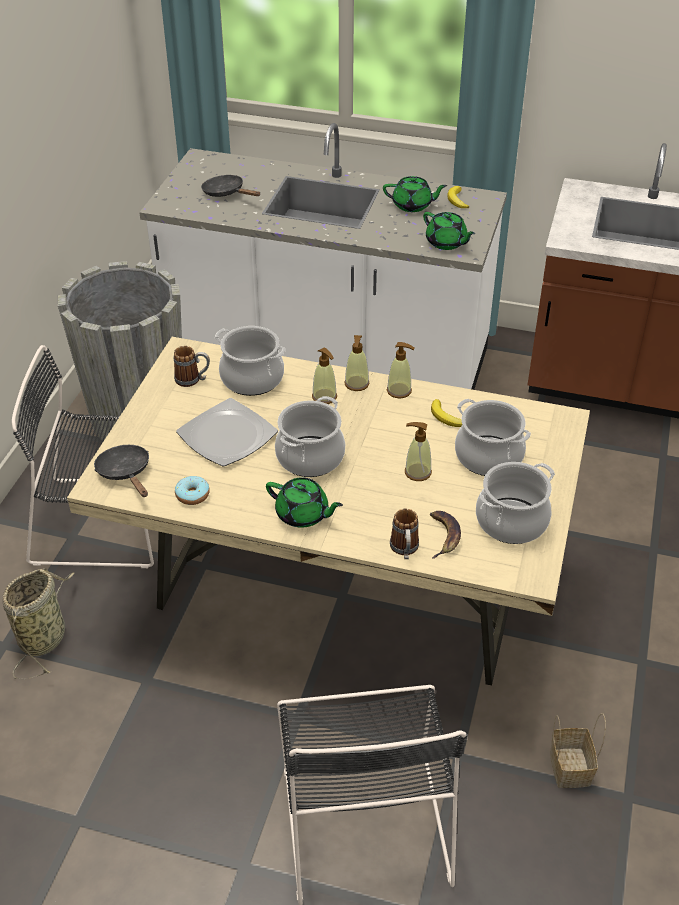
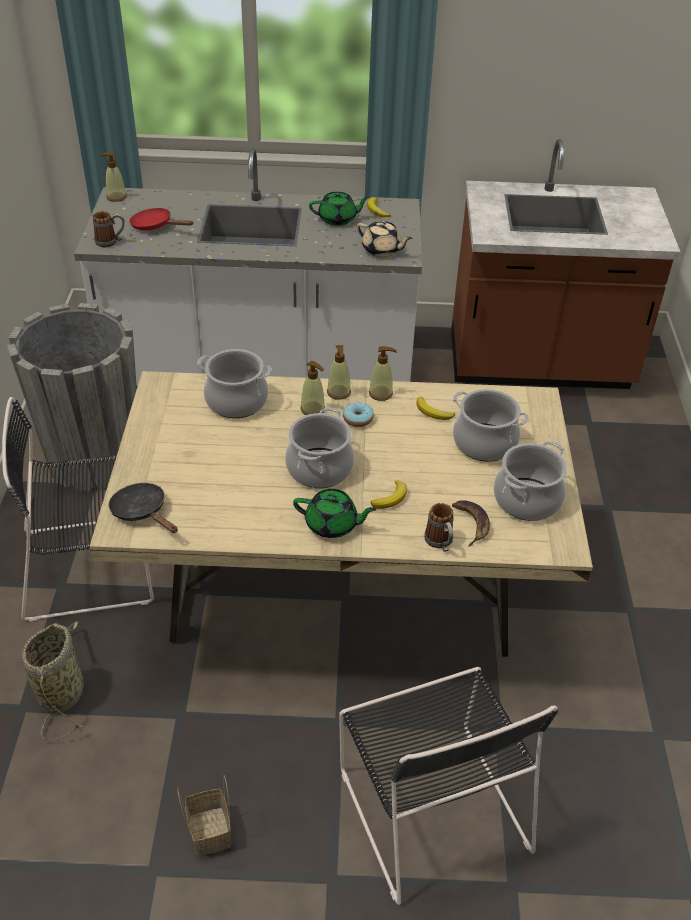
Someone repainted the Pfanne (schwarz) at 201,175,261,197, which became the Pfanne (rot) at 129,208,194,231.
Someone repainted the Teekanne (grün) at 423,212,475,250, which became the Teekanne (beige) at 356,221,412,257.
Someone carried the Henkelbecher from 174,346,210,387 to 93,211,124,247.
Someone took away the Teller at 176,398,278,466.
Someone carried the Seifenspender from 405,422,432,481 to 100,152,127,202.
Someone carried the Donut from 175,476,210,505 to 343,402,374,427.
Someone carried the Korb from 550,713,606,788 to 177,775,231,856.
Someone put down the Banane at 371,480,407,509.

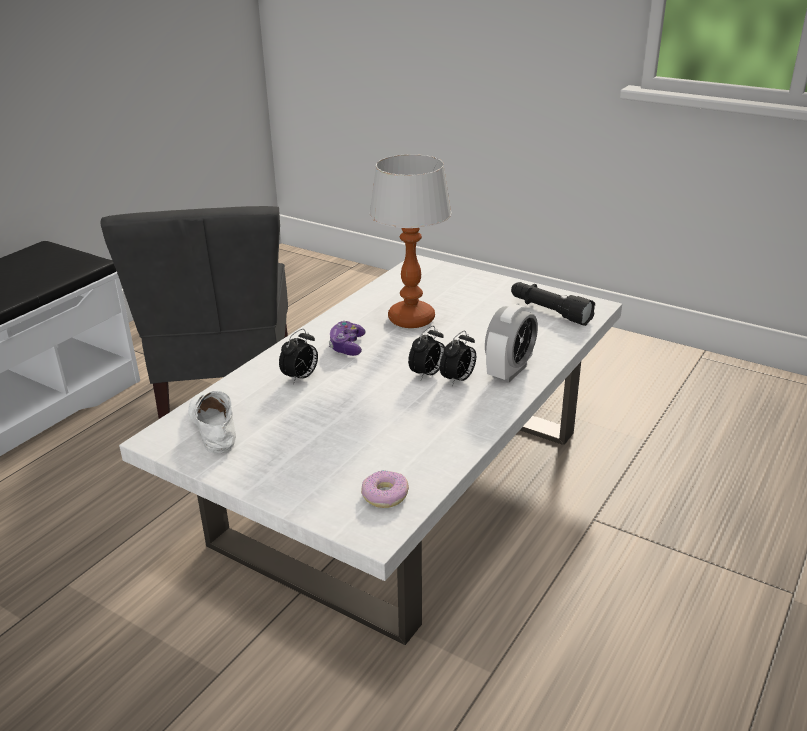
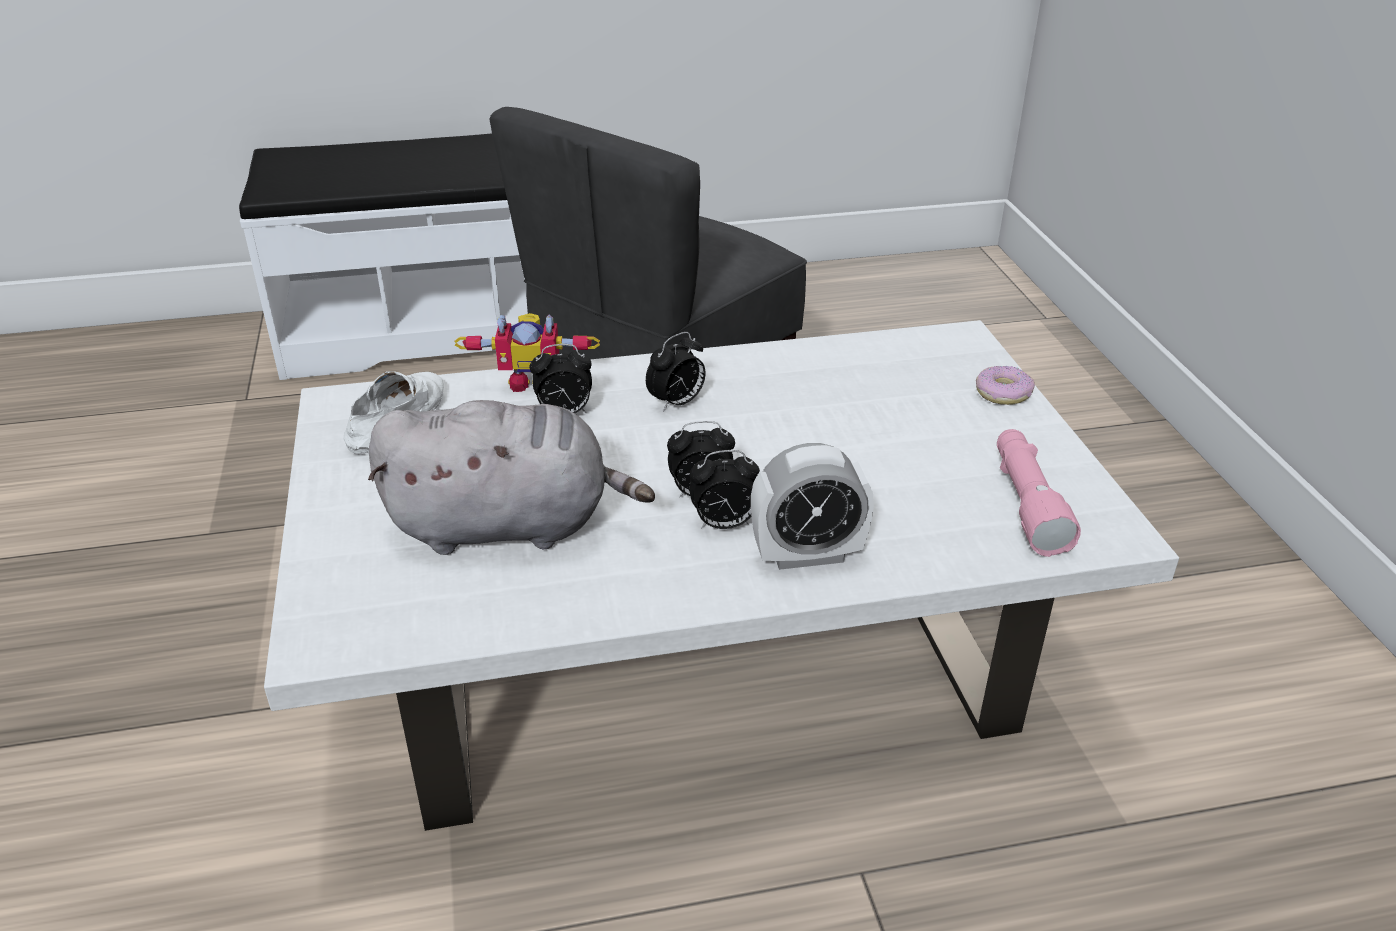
Someone took away the Tischlampe at 369,154,452,328.
Someone repainted the Taschenlampe (schwarz) at 511,282,595,326, which became the Taschenlampe (rosa) at 997,429,1081,557.
Someone swapped the Gamepad at 329,321,366,356 for the Wecker at 646,332,706,412.
Someone carried the Donut from 361,470,409,508 to 976,366,1035,405.
Someone put down the Spielzeugroboter at 454,313,600,392.
Someone put down the Plüschtier (grau) at 368,400,655,555.

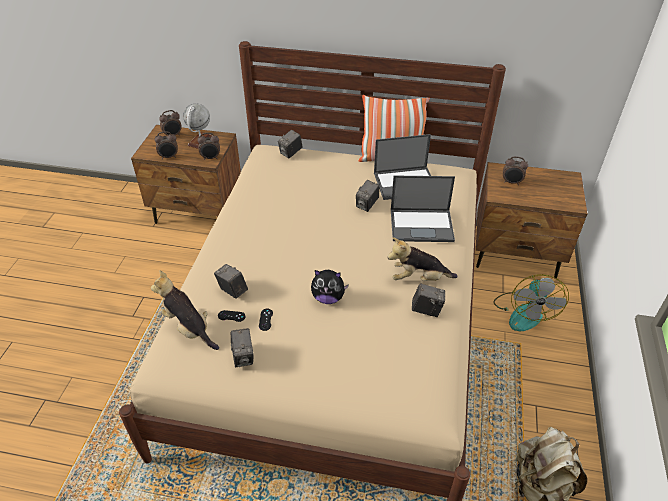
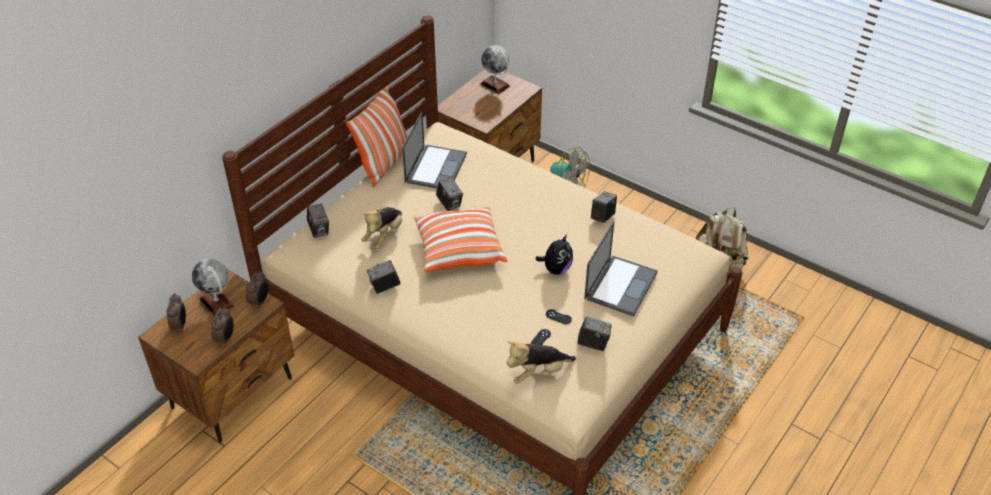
Someone took away the Wecker at 503,156,528,185.
Someone carried the Laptop from 391,175,455,242 to 584,222,658,316.
Someone carried the Plüschtier from 388,237,458,281 to 361,207,402,249.
Someone carried the Kamera from 214,264,248,299 to 367,260,401,294.
Someone put down the Globus at 480,46,510,94.
Someone put down the Kissen at 413,207,507,272.

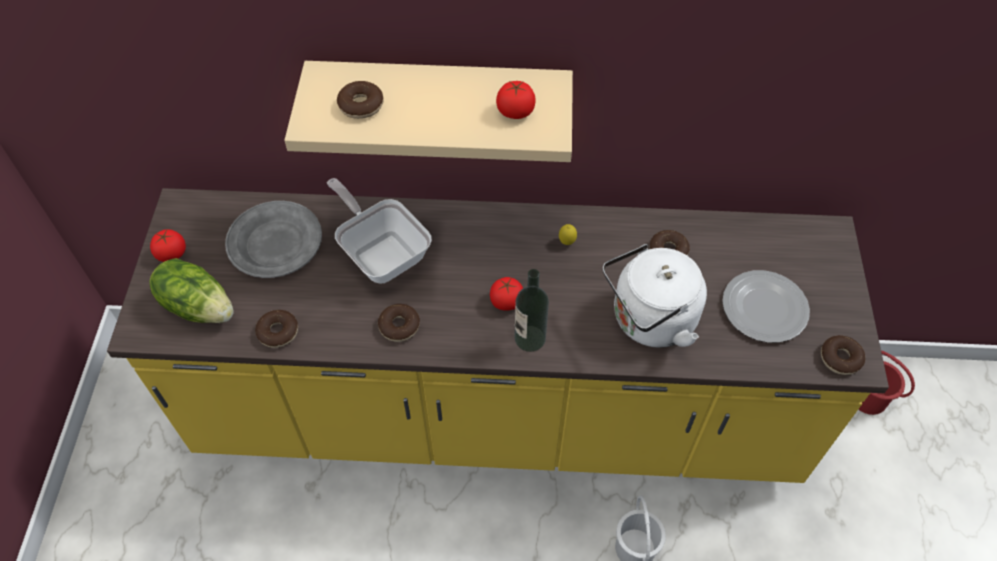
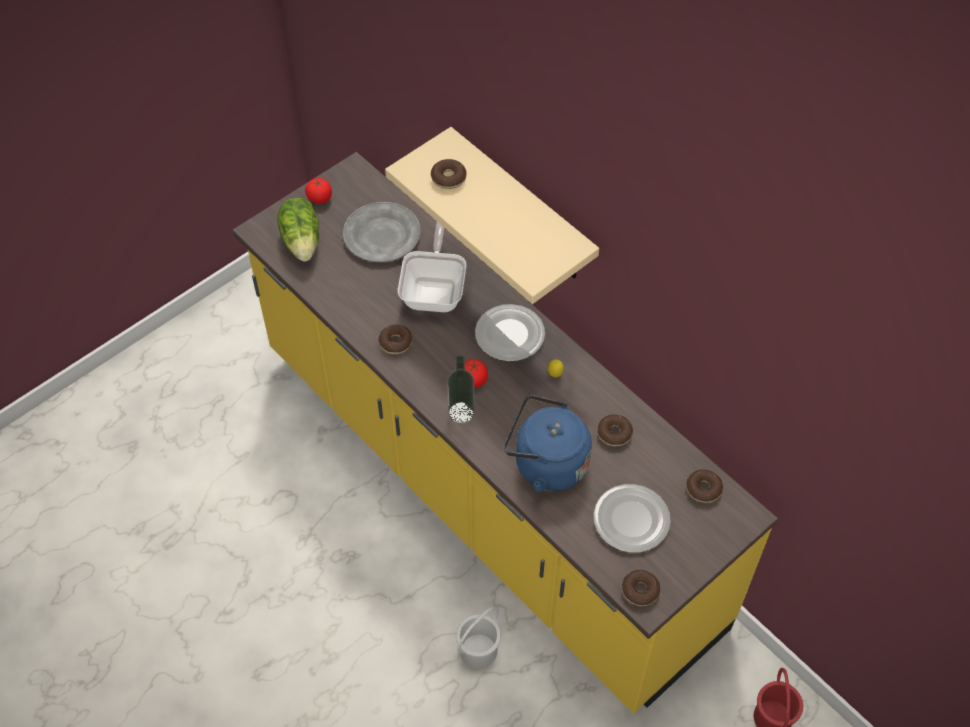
Someone took away the Tomate at 496,81,536,119.
Someone repainted the Wasserkessel (weiß) at 603,244,707,348, which became the Wasserkessel (blau) at 504,395,592,492.
Someone carried the Donut from 255,310,298,348 to 687,469,723,503.
Someone put down the Teller at 475,304,545,361.

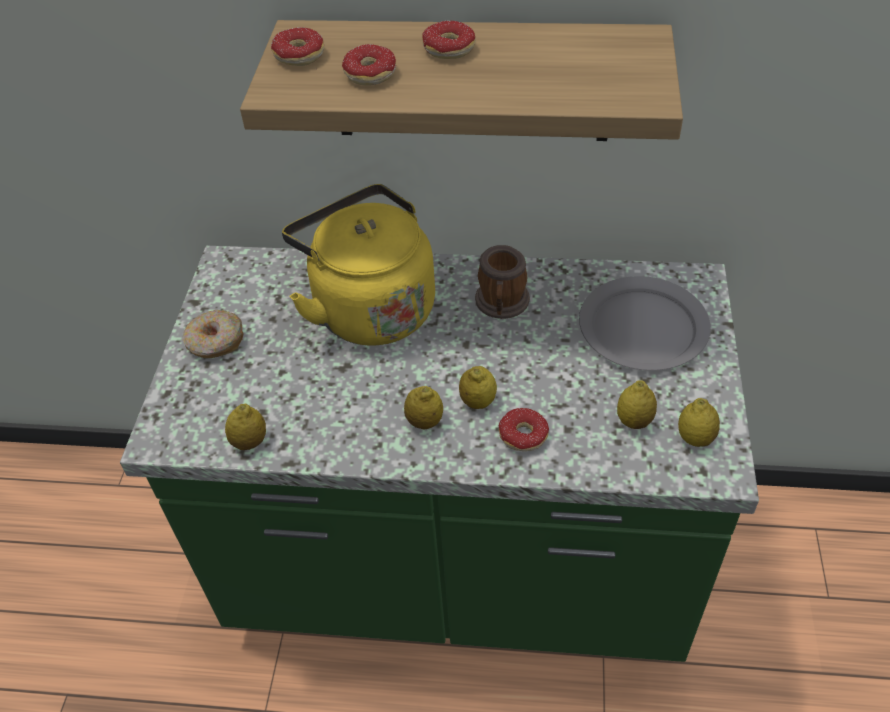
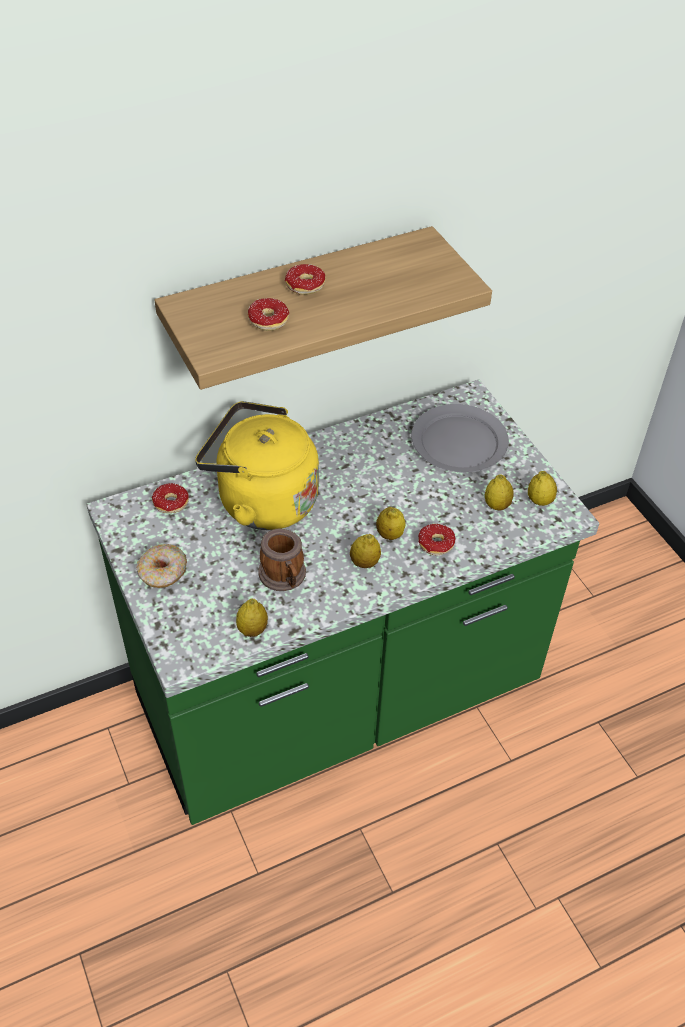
Someone carried the Donut from 271,27,324,66 to 152,483,189,513.
Someone carried the Henkelbecher from 475,245,530,319 to 258,528,306,591.

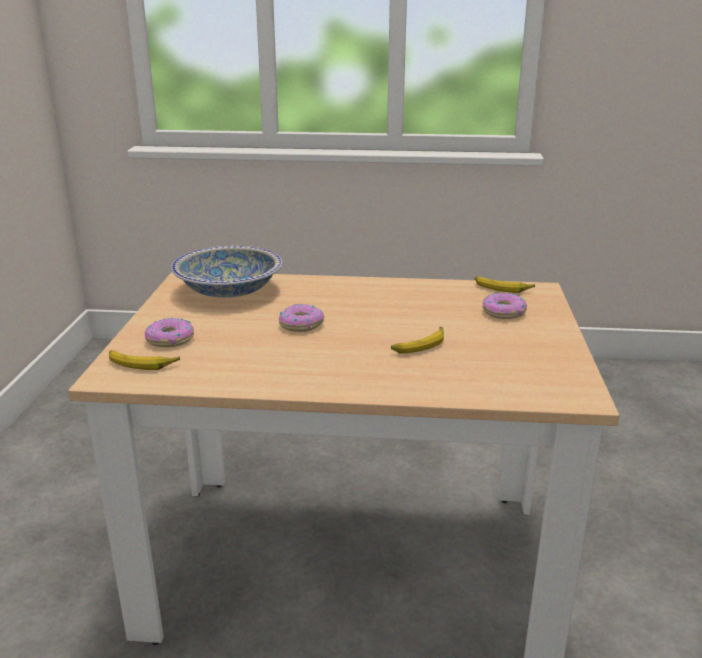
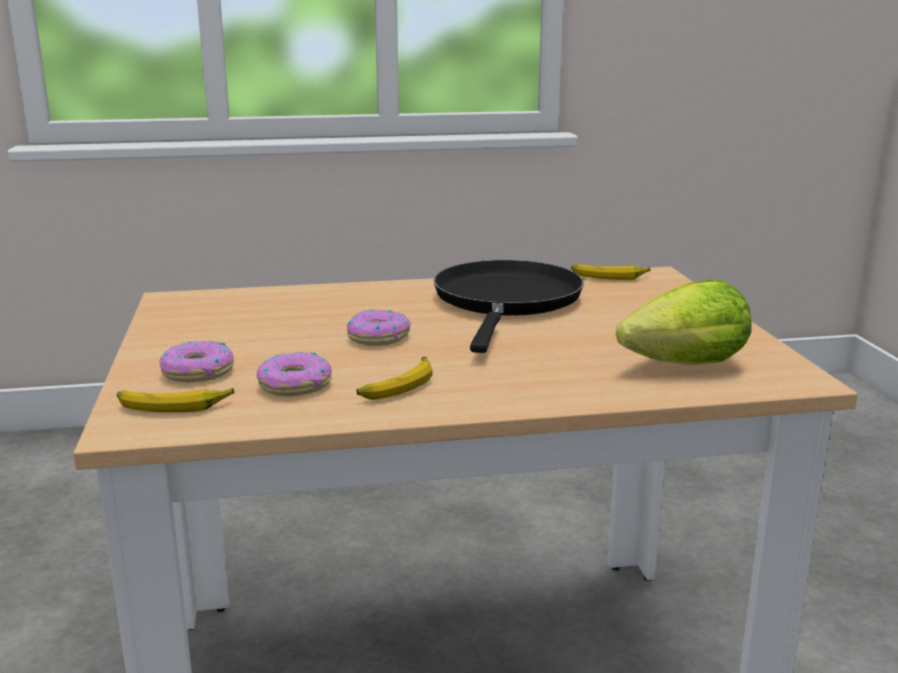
Someone took away the Schüssel at 171,246,282,298.
Someone carried the Donut from 483,292,527,319 to 256,352,332,396.
Someone carried the Banane from 391,327,444,353 to 357,357,433,400.
Someone put down the Pfanne (schwarz) at 434,260,584,353.
Someone put down the Salatkopf at 616,280,751,365.

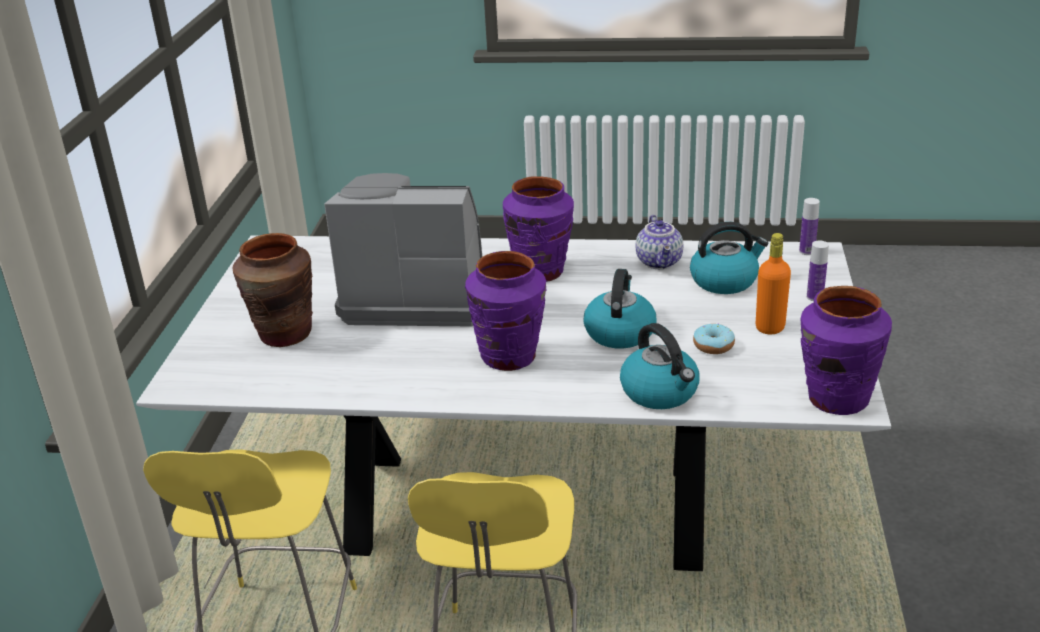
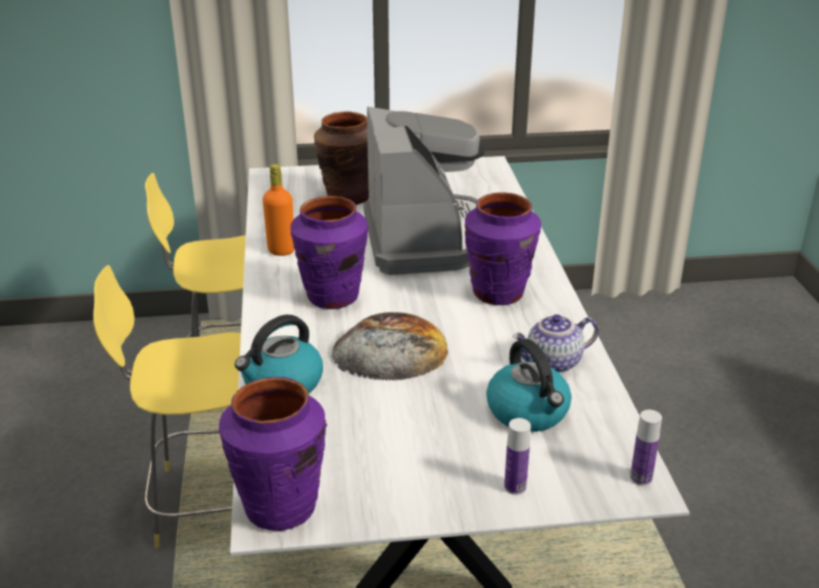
Someone carried the Flasche (orange) from 756,233,791,334 to 263,164,295,256.
Someone swapped the Wasserkessel at 584,269,657,348 for the Brot at 331,312,448,380.
Someone took away the Donut at 693,324,735,354.

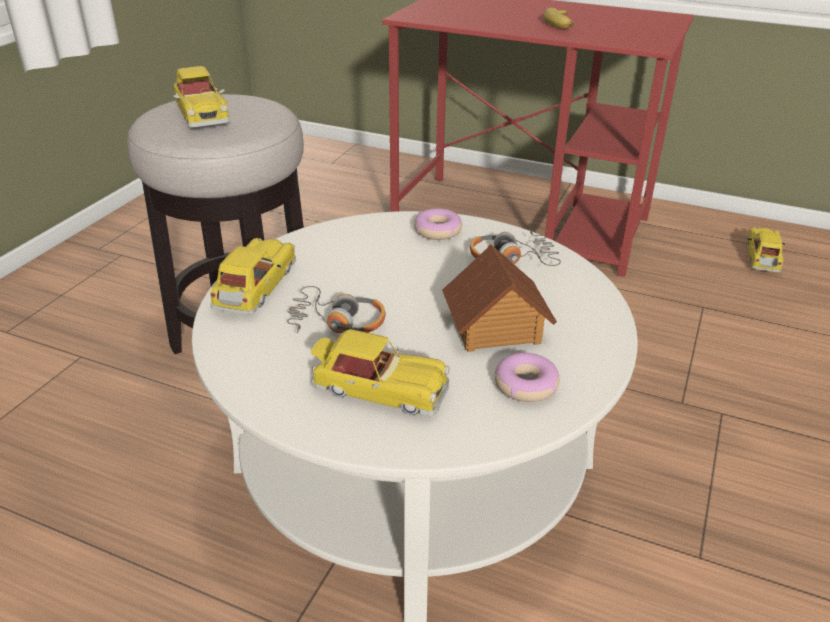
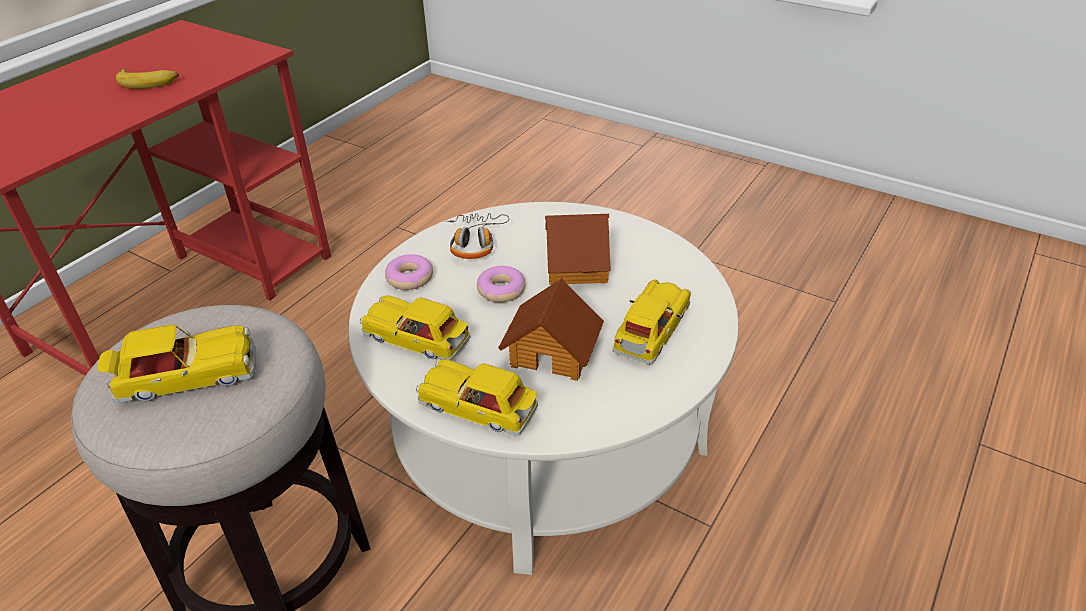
Someone carried the Spielzeugauto from 747,227,786,273 to 360,296,470,361.
Someone swapped the Kopfhörer at 287,286,386,333 for the Spielzeughaus at 498,278,604,381.
Someone carried the Donut from 495,353,560,402 to 477,266,526,302.

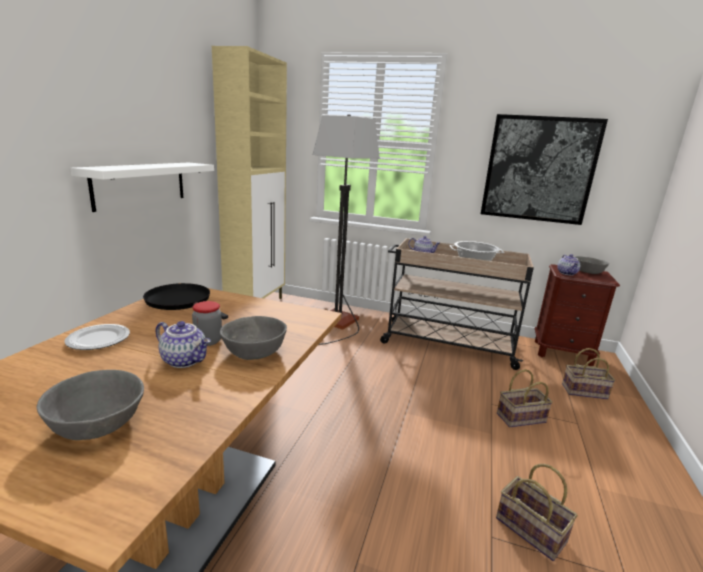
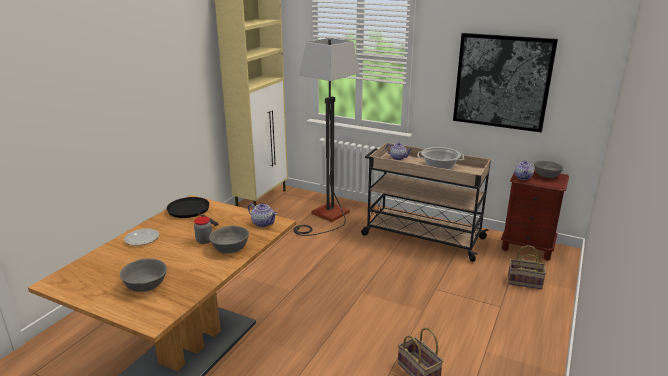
Someone took away the Wandregal (weiß) at 70,162,214,212.
Someone carried the Teekanne from 156,321,211,368 to 248,203,277,227.
Someone took away the Korb at 497,369,553,427.

